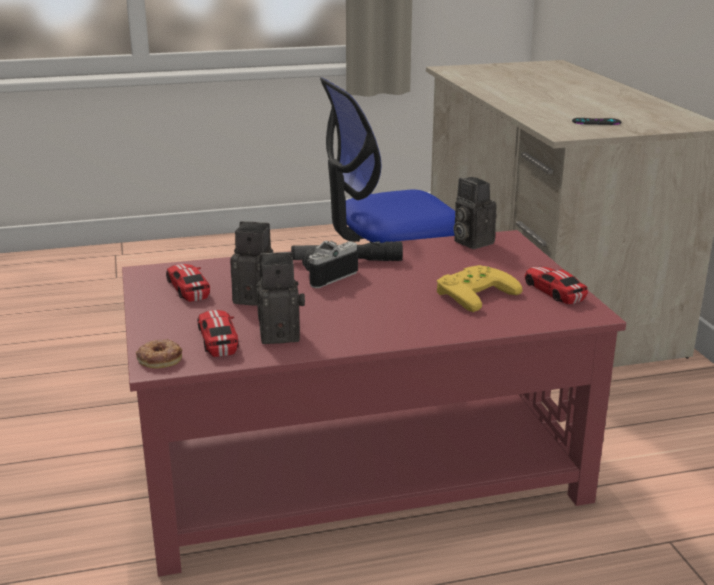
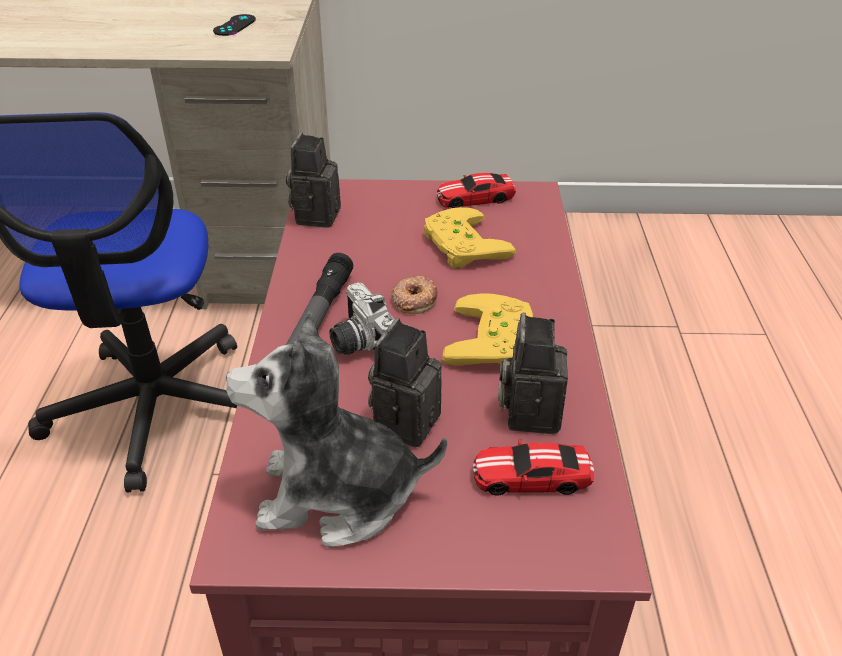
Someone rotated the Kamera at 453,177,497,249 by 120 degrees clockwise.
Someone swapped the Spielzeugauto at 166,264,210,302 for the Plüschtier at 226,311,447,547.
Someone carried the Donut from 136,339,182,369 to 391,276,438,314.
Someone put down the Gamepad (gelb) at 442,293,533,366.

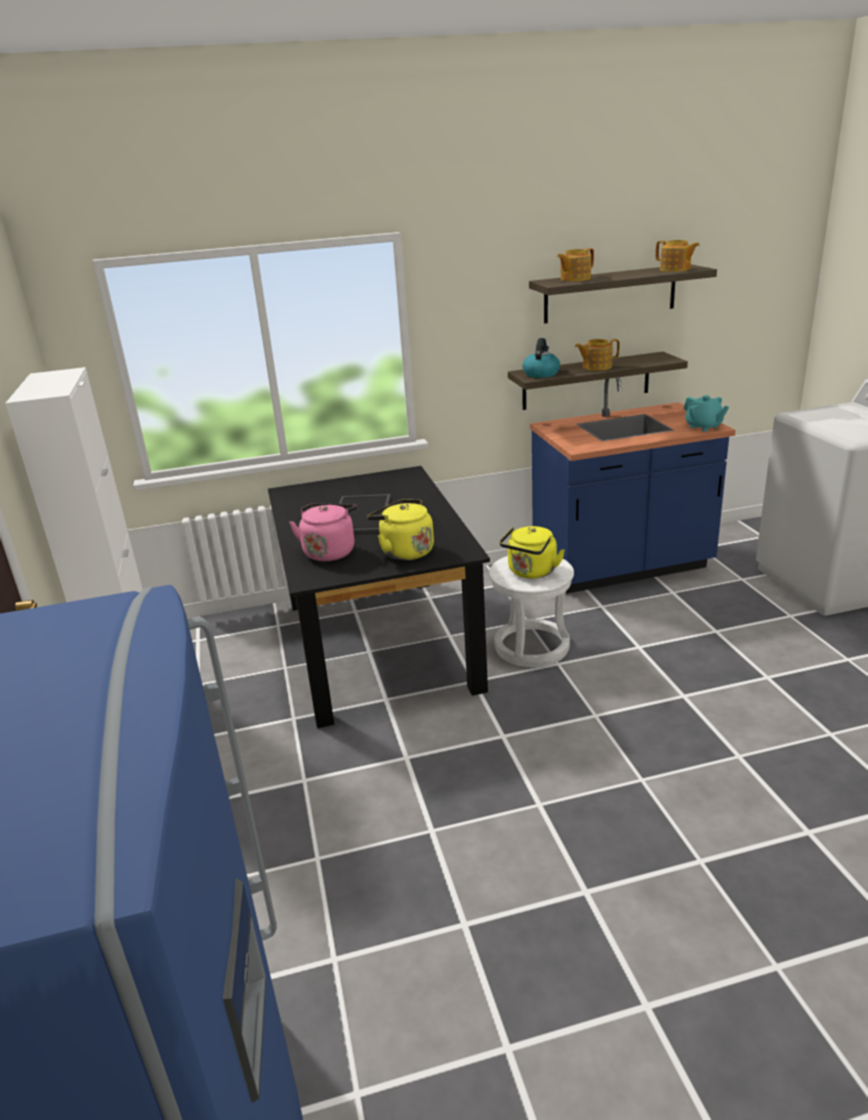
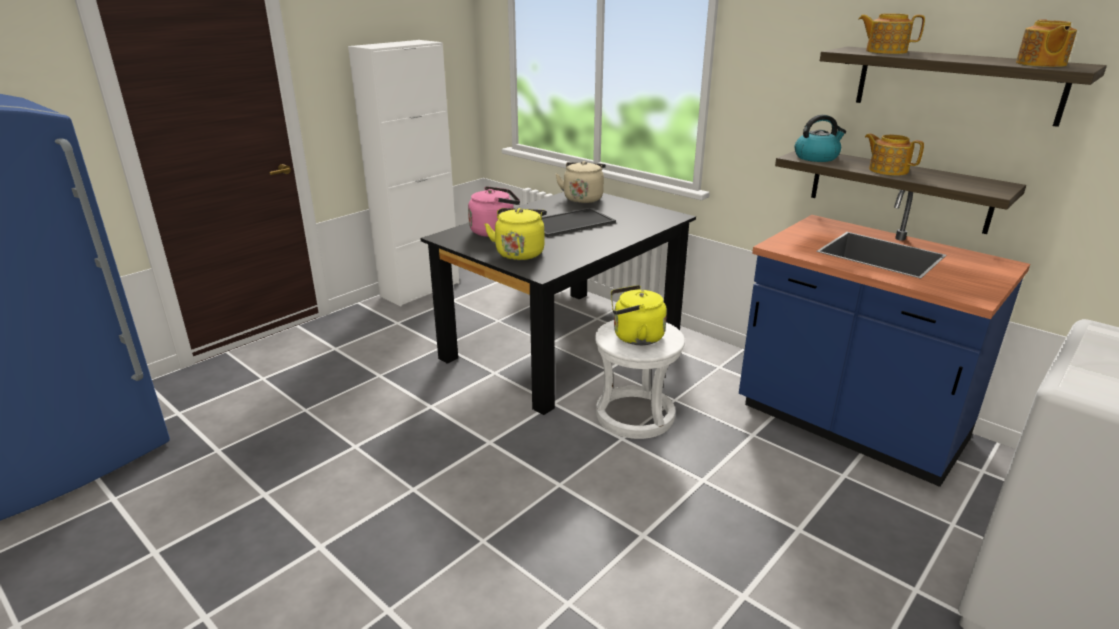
Someone took away the Teekanne (türkis) at 684,396,729,431.
Someone put down the Wasserkessel (beige) at 556,161,606,203.

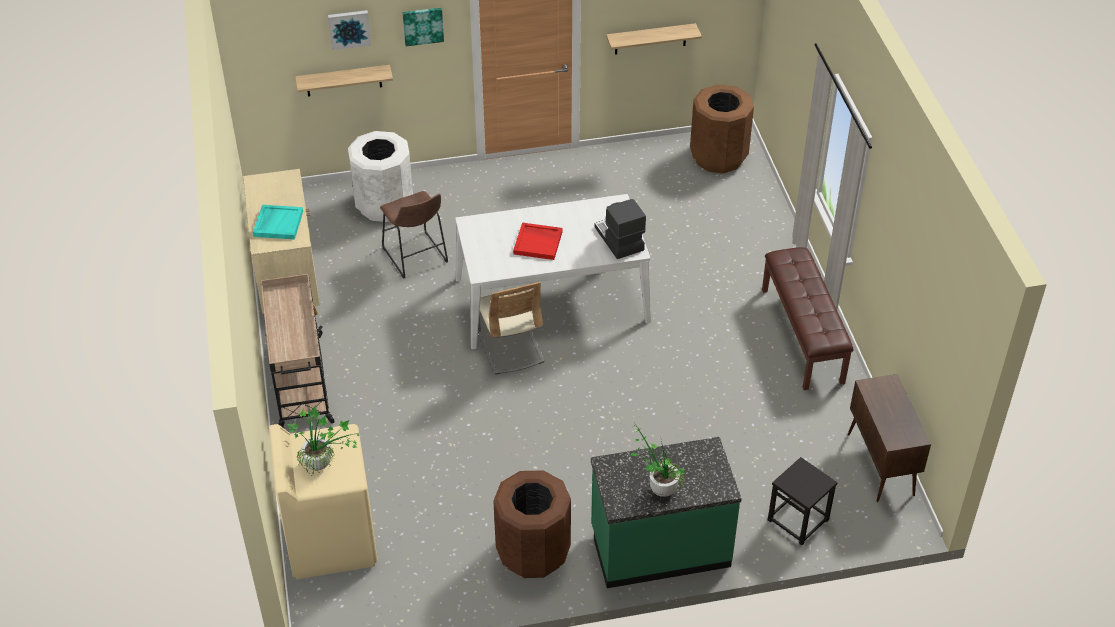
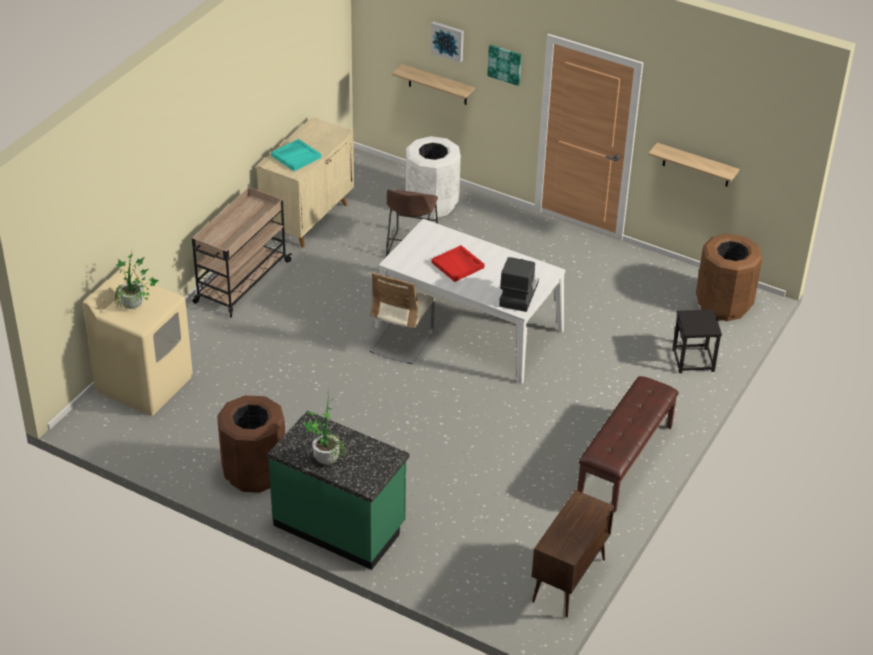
Someone carried the Hocker (schwarz) from 768,457,838,545 to 672,309,722,373.

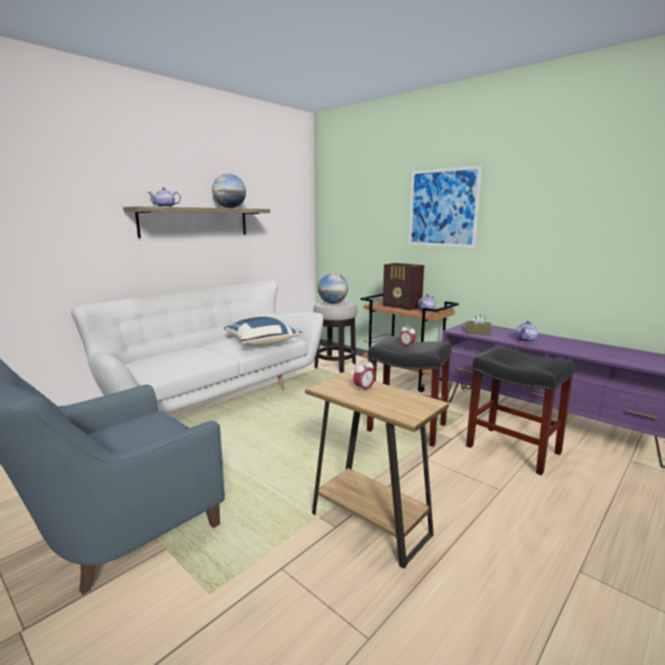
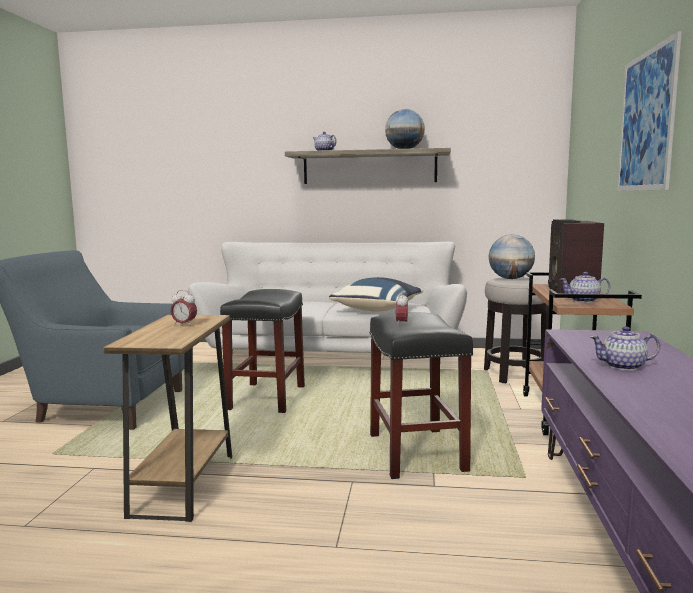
Someone took away the Taschentuchbox (braun) at 466,314,491,335.
Someone carried the Hocker (schwarz) from 466,346,575,475 to 220,289,305,413.

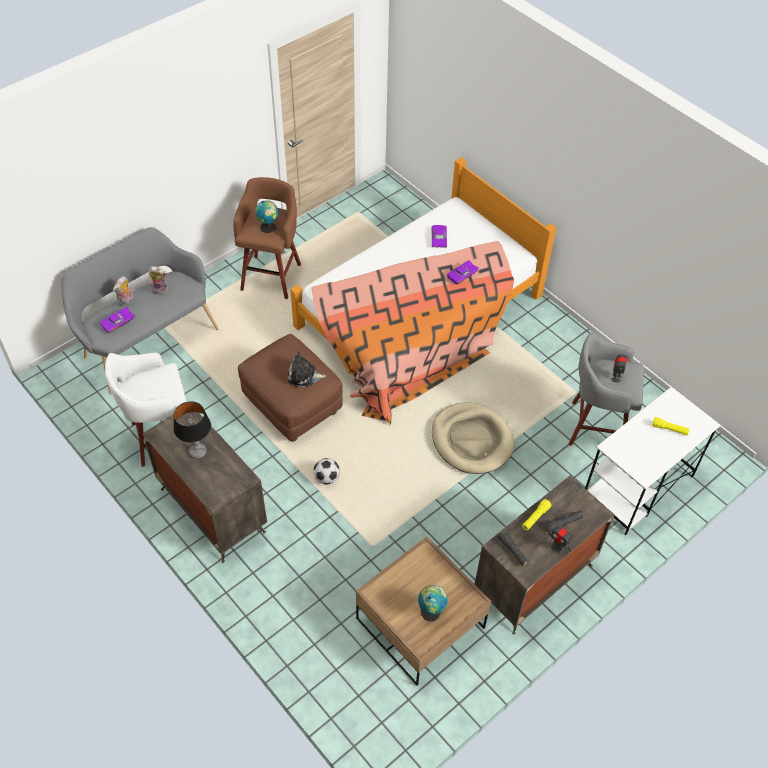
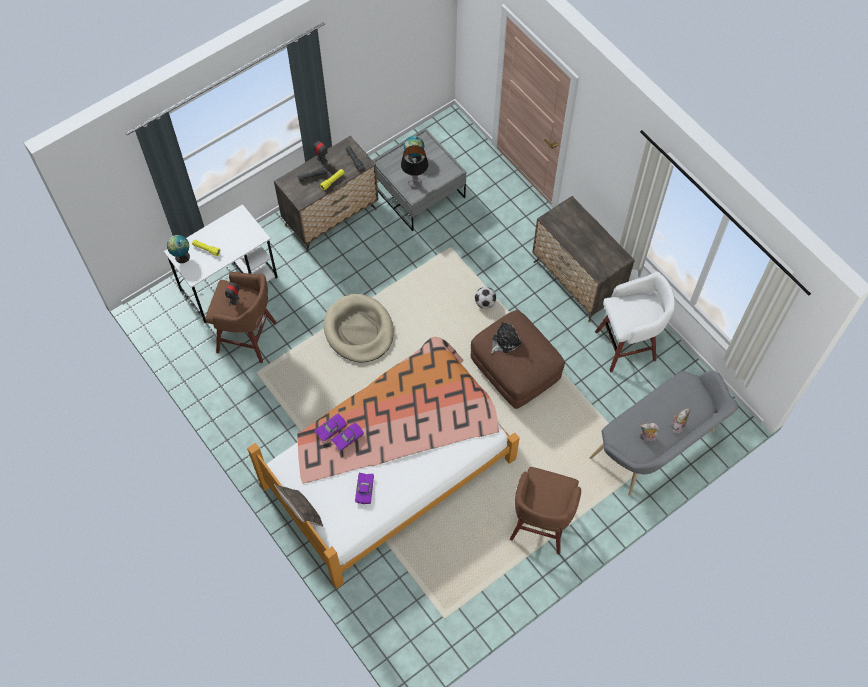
Someone carried the Globus from 255,200,278,233 to 167,235,190,263.
Someone carried the Spielzeugauto (lila) from 100,307,135,333 to 314,414,347,442.
Someone repainted the Hocker (grau) at 569,332,644,446, which became the Hocker (braun) at 205,272,277,363.
Someone rotated the Plüschtier at 288,351,326,387 by 45 degrees counterclockwise.
Someone carried the Tischlampe from 173,401,211,459 to 401,145,428,188.
Someone repainted the Couchtisch (braun) at 356,536,491,686, which became the Couchtisch (grau) at 372,128,467,231.
Someone put down the Kissen at 274,484,323,527.

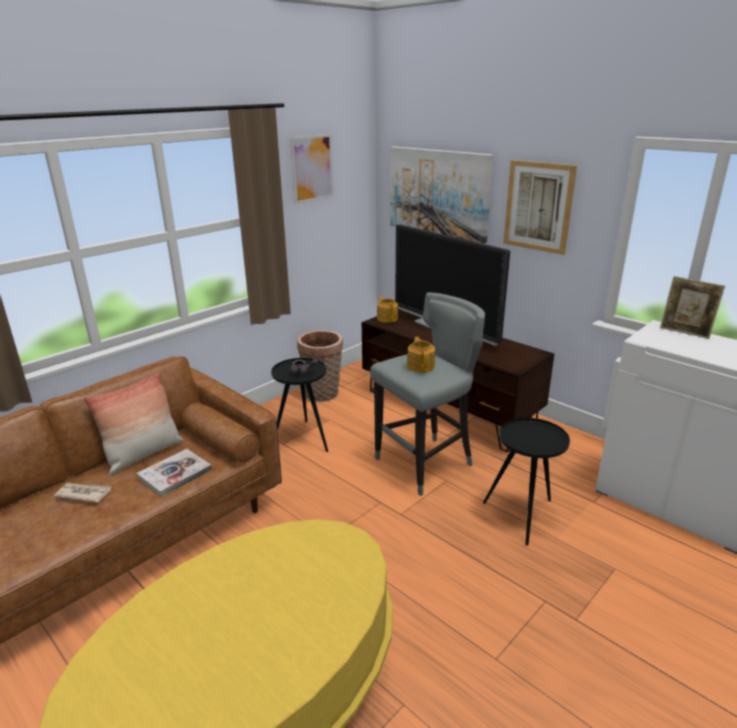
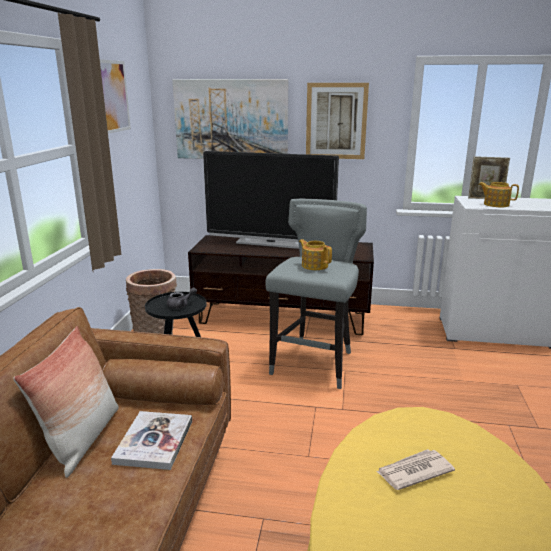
Someone carried the Teekanne from 377,297,398,323 to 478,182,519,207.
Someone took away the Beistelltisch (schwarz) at 483,418,570,546.
Someone carried the Zeitung from 54,483,111,503 to 377,449,455,490.

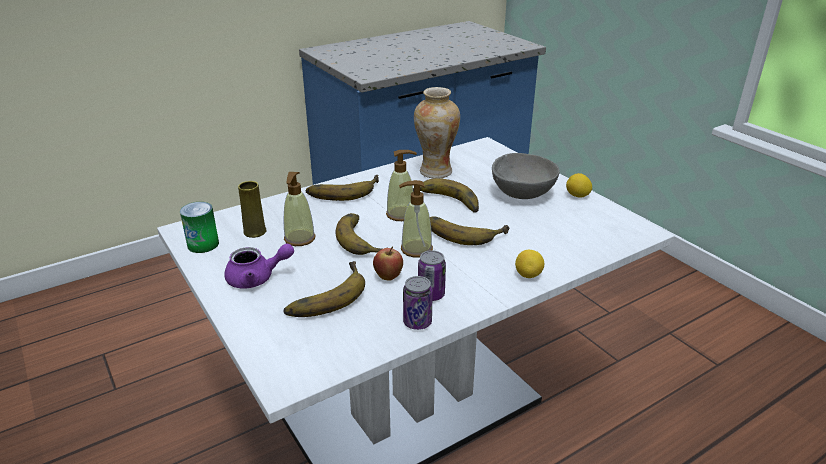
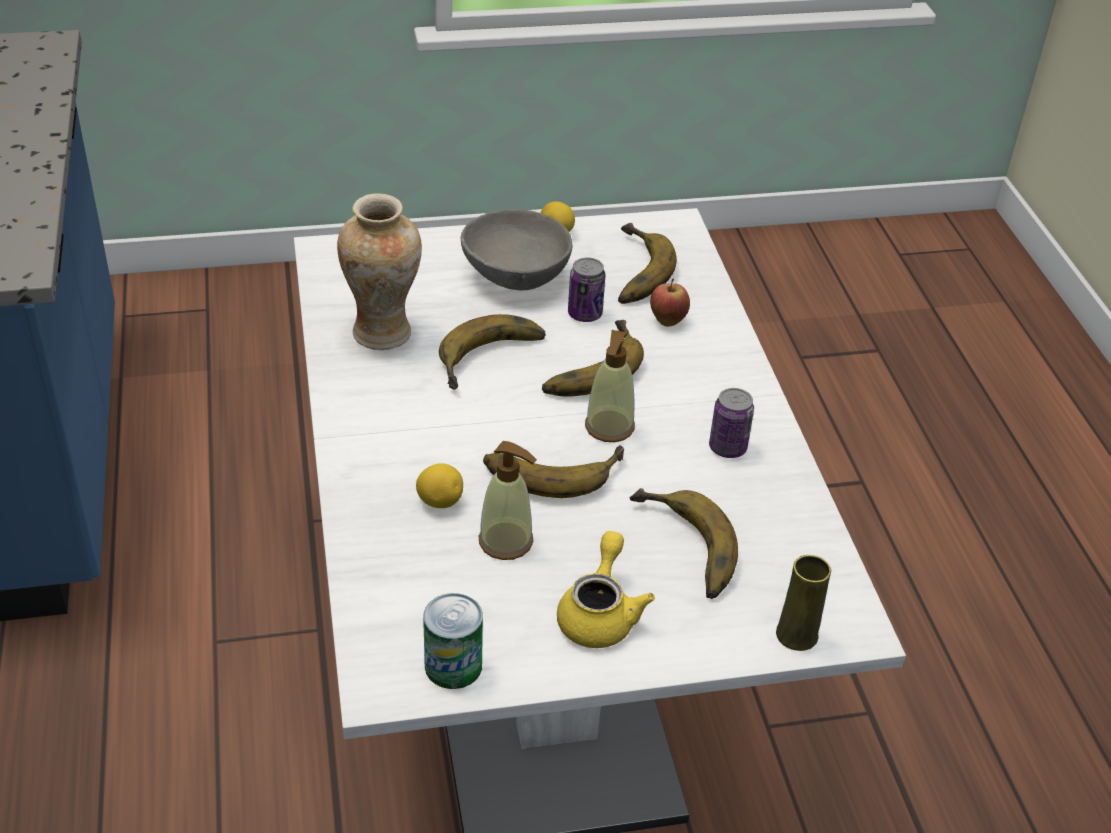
Someone took away the Seifenspender at 386,150,417,221.
Someone carried the Banane from 306,174,379,201 to 618,223,677,304.
Someone carried the Vase (gelb) from 238,181,266,238 to 776,555,831,651.
Someone repainted the Teekanne (lila) at 224,243,294,289, which became the Teekanne (gelb) at 557,531,655,648.
Someone carried the Apfel from 373,246,403,281 to 650,279,690,327.
Someone carried the Zitrone from 515,250,544,278 to 416,463,463,508.
Someone carried the Dose from 403,276,433,330 to 568,257,605,322.

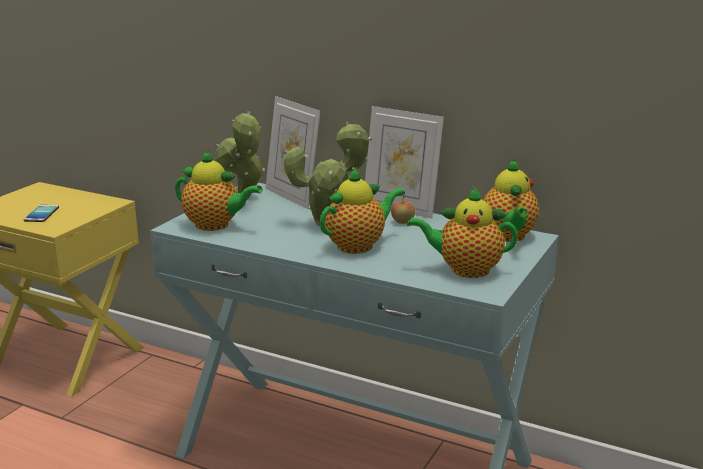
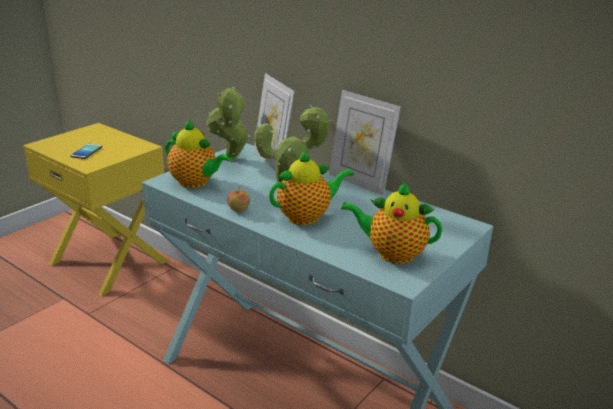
Someone took away the Teekanne at 484,159,539,242.
Someone carried the Apfel from 391,195,415,224 to 228,186,250,212.

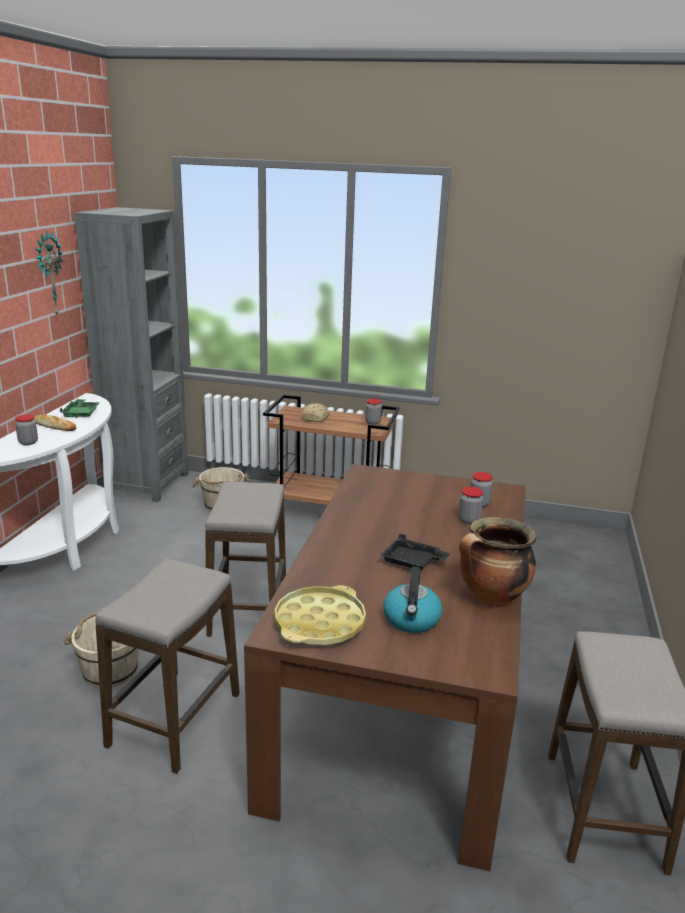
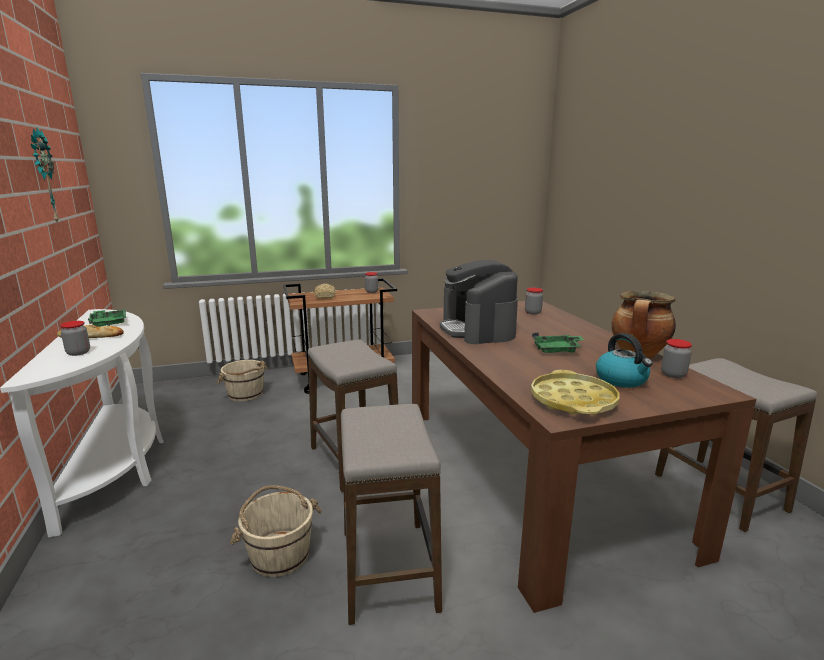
Someone took away the Bücherregal (grau) at 74,207,189,502.
Someone carried the Vorratsglas from 458,487,483,524 to 661,339,692,378.
Someone repainted the Tablett (schwarz) at 380,533,450,570, which became the Tablett (grün) at 532,332,584,353.
Someone put down the Kaffeemaschine at 440,260,518,344.

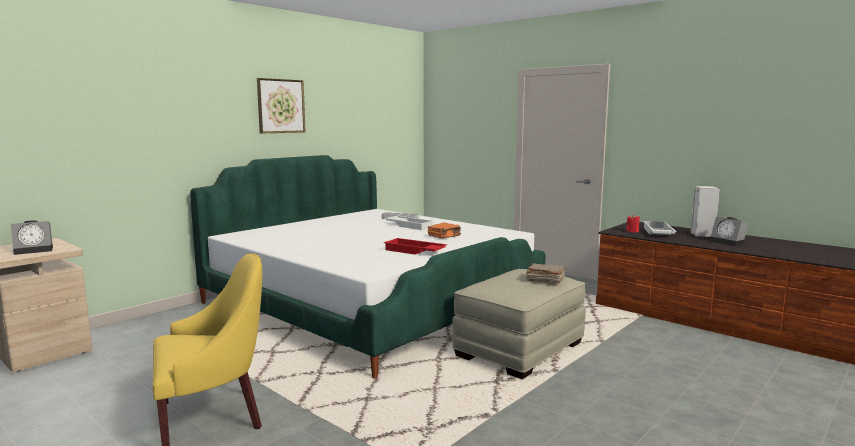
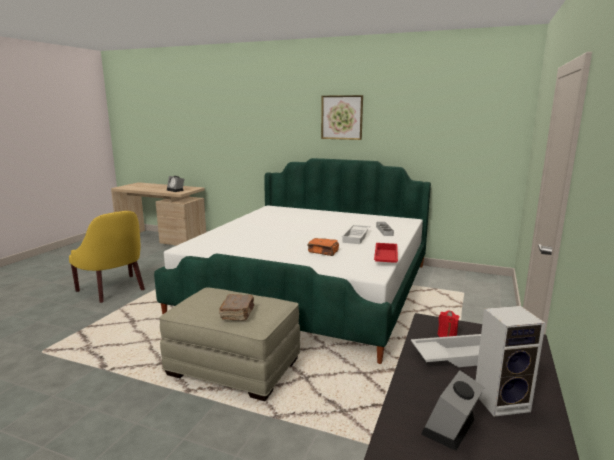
Someone carried the Tablett (rot) from 384,238,447,255 to 374,243,398,263.

